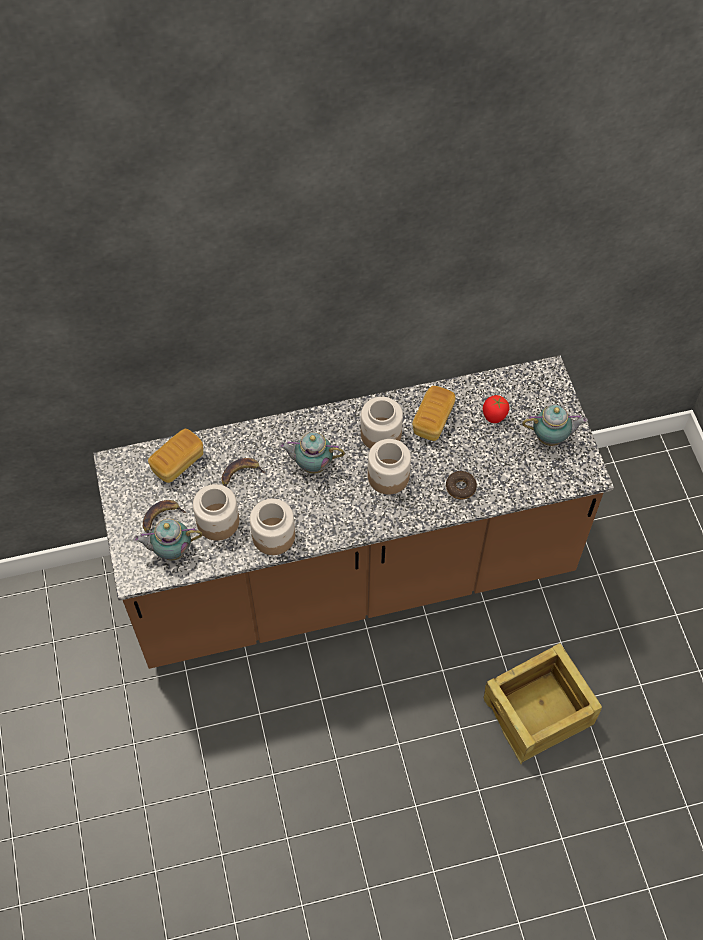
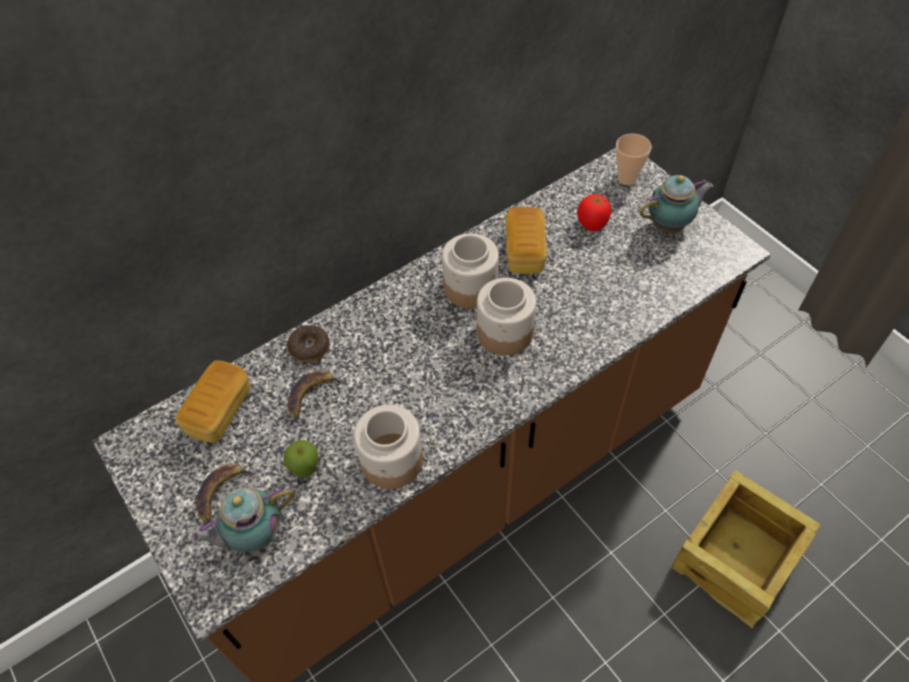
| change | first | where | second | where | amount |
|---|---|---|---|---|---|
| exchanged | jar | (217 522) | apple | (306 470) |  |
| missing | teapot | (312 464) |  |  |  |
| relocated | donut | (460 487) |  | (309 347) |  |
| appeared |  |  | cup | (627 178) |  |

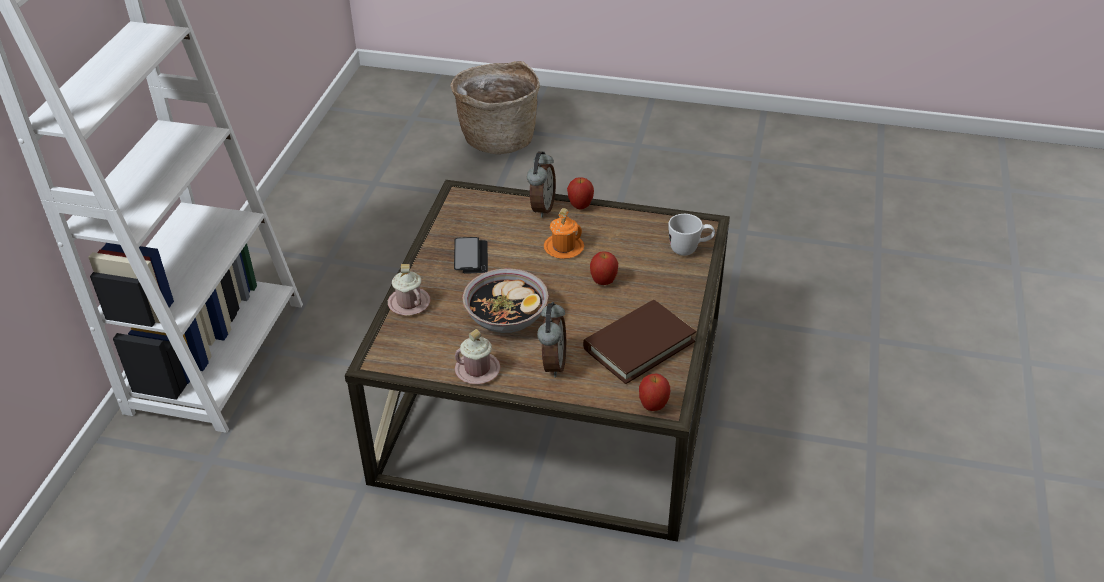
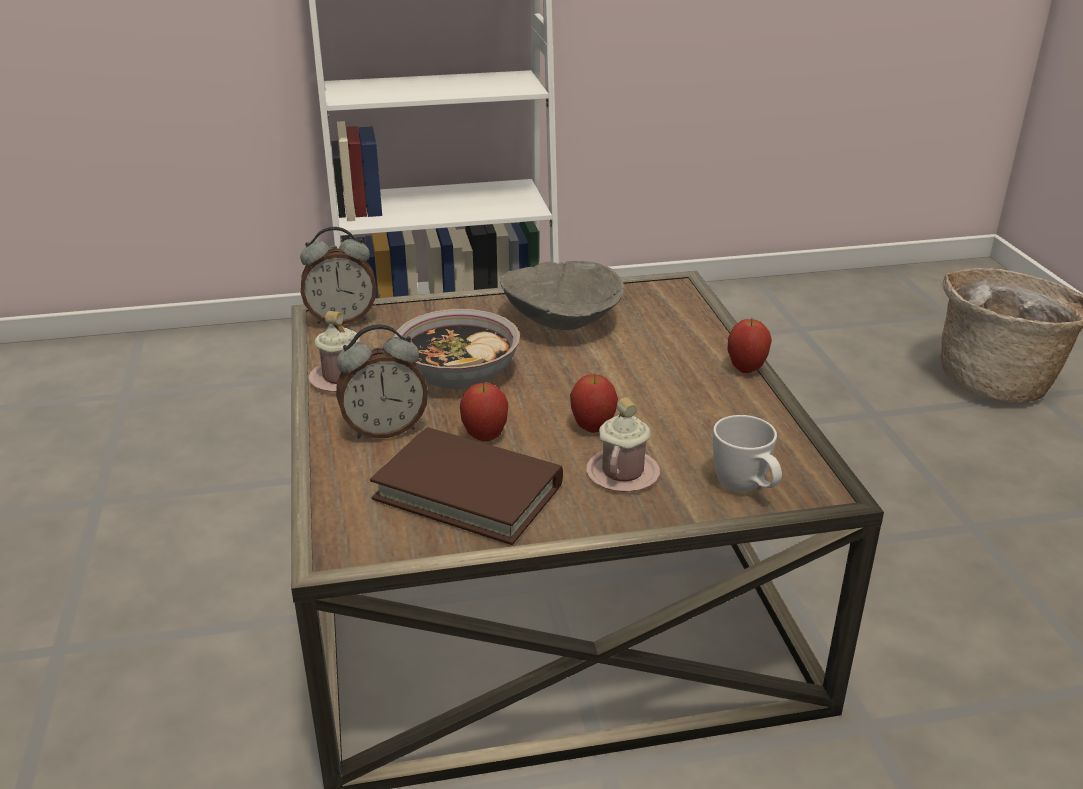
| change | first | where | second | where | amount |
|---|---|---|---|---|---|
| relocated | pink mug | (409 303) |  | (622 473) |  |
| exchanged | phone | (471 257) | grey bowl | (560 322) |  |
| relocated | alarm clock | (541 208) |  | (342 319) |  |
| missing | orange mug | (563 247) |  |  |  |
| relocated | apple | (653 406) |  | (485 437) |  |

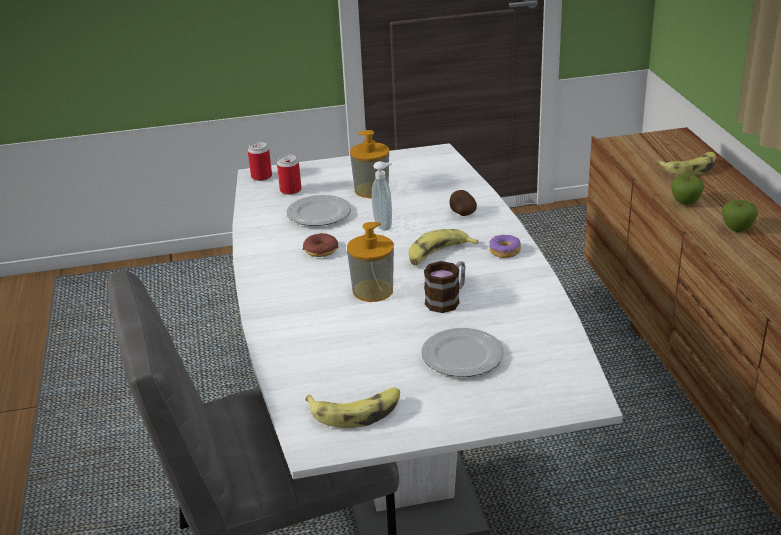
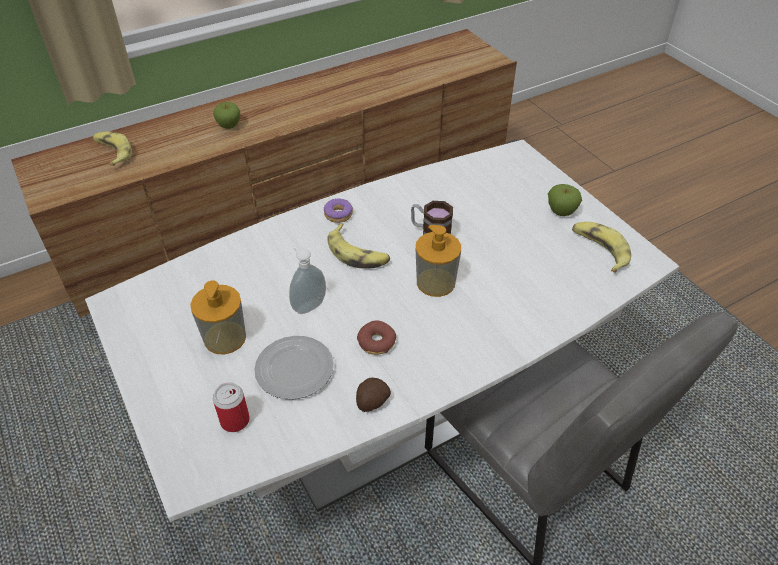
| change | first | where | second | where | amount |
|---|---|---|---|---|---|
| missing | can | (261 177) |  |  |  |
| missing | plate | (463 356) |  |  |  |
| relocated | potato | (461 213) |  | (371 402) |  |
| relocated | apple | (685 202) |  | (561 212) |  |

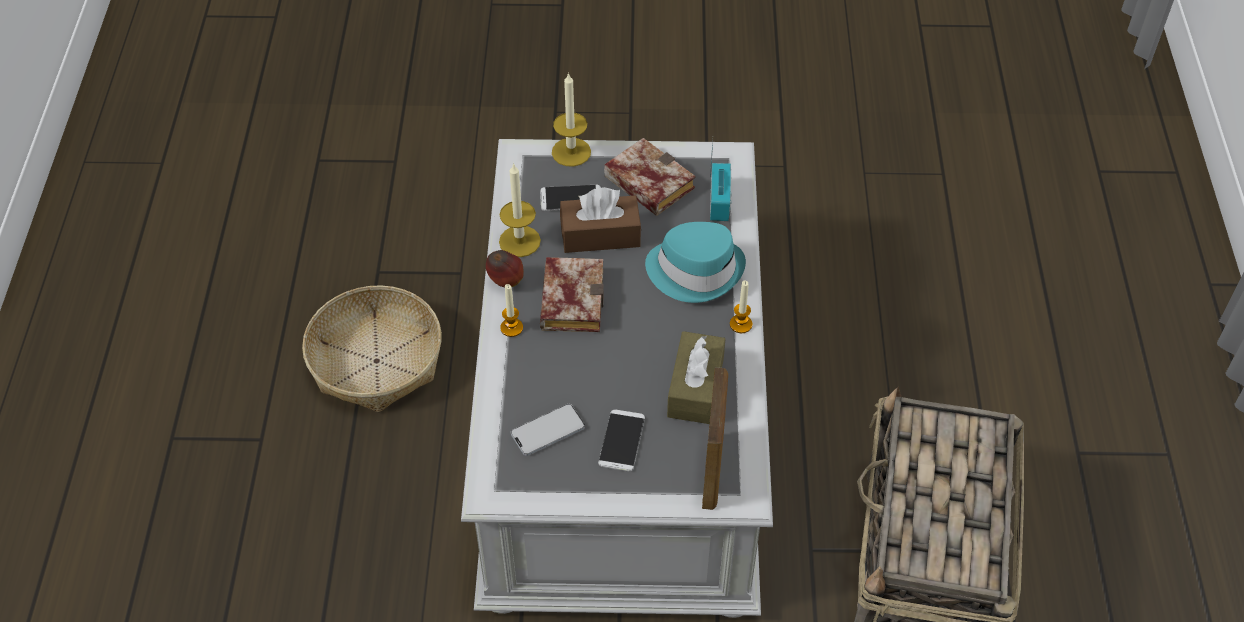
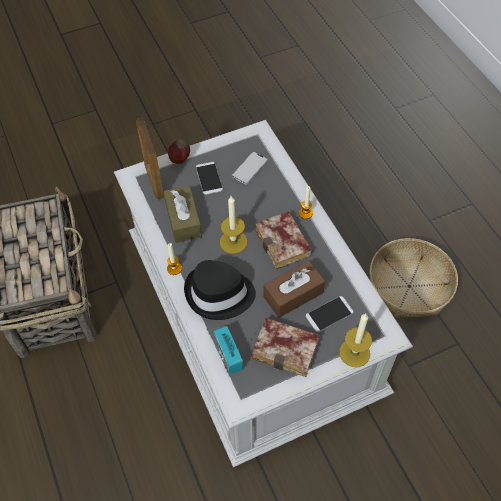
| change | first | where | second | where | amount |
|---|---|---|---|---|---|
| relocated | apple | (506 282) |  | (180 160) |  |
| relocated | candle | (519 241) |  | (233 242) |  |
| colour | turquoise hat | (695 270) | black hat | (219 294) |  |

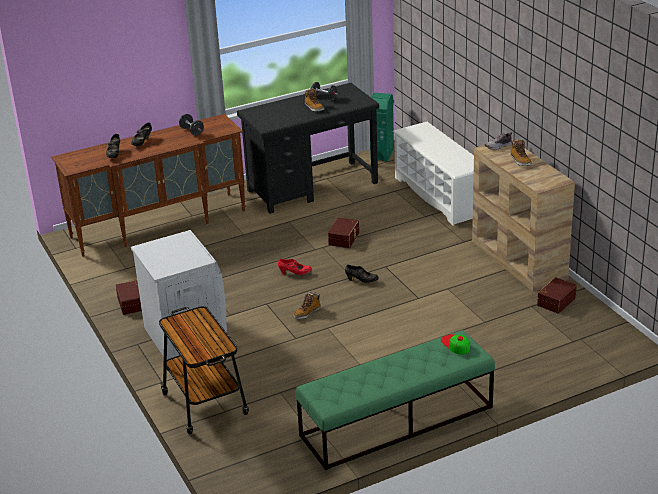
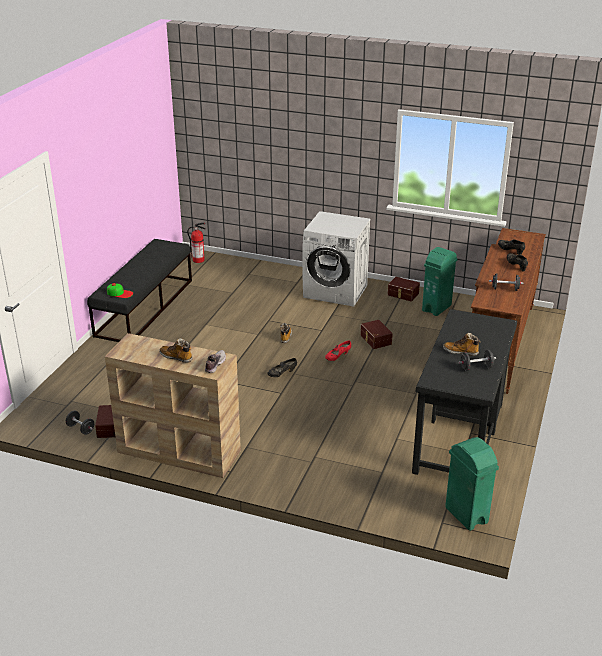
| change | first | where | second | where | amount |
|---|---|---|---|---|---|
| missing | cart | (205 405) |  |  |  |
| colour | green bench | (396 421) | black bench | (145 307) |  |
| relocated | brown storage box | (344 239) |  | (375 340) |  |
| missing | white shoe rack | (439 196) |  |  |  |
| appeared |  |  | black dumbbell | (81 429) |  |
| appeared |  |  | fire extinguisher | (199 260) |  |
| appeared |  |  | green trash can | (437 308) |  |

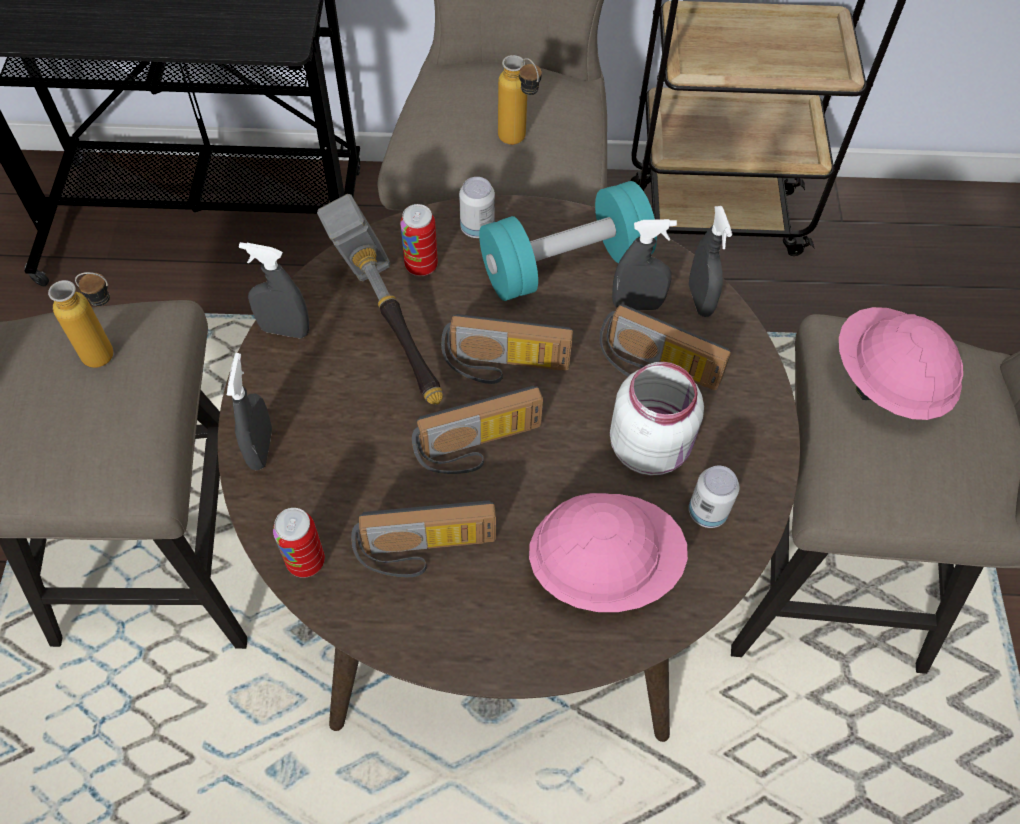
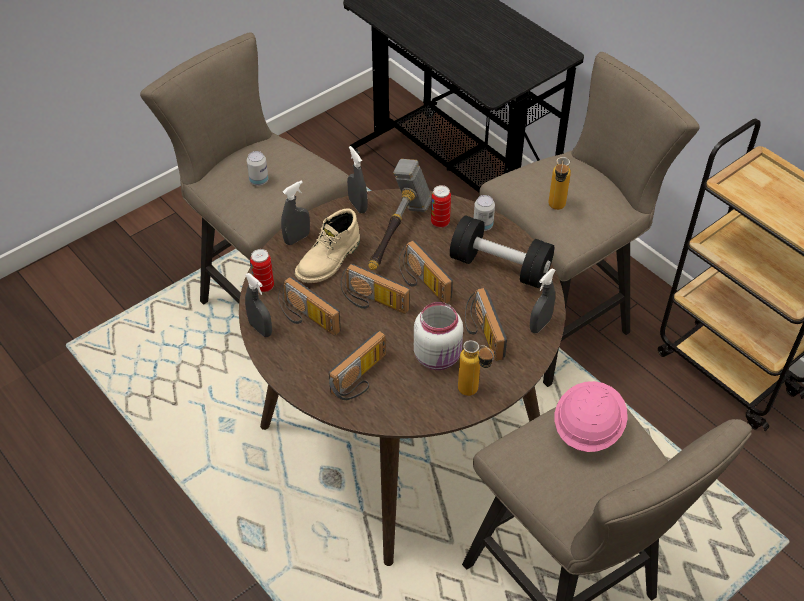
| change | first | where | second | where | amount |
|---|---|---|---|---|---|
| relocated | bottle | (112 355) |  | (474 393) |  |
| colour | turquoise dumbbell | (565 265) | black dumbbell | (500 267) |  |
| exchanged | pink hard hat | (604 566) | radio | (361 379) |  |
| relocated | grey spray bottle | (637 305) |  | (260 329) |  |
| relocated | can | (707 512) |  | (259 181) |  |
| appeared |  |  | beige boot | (329 261) |  |

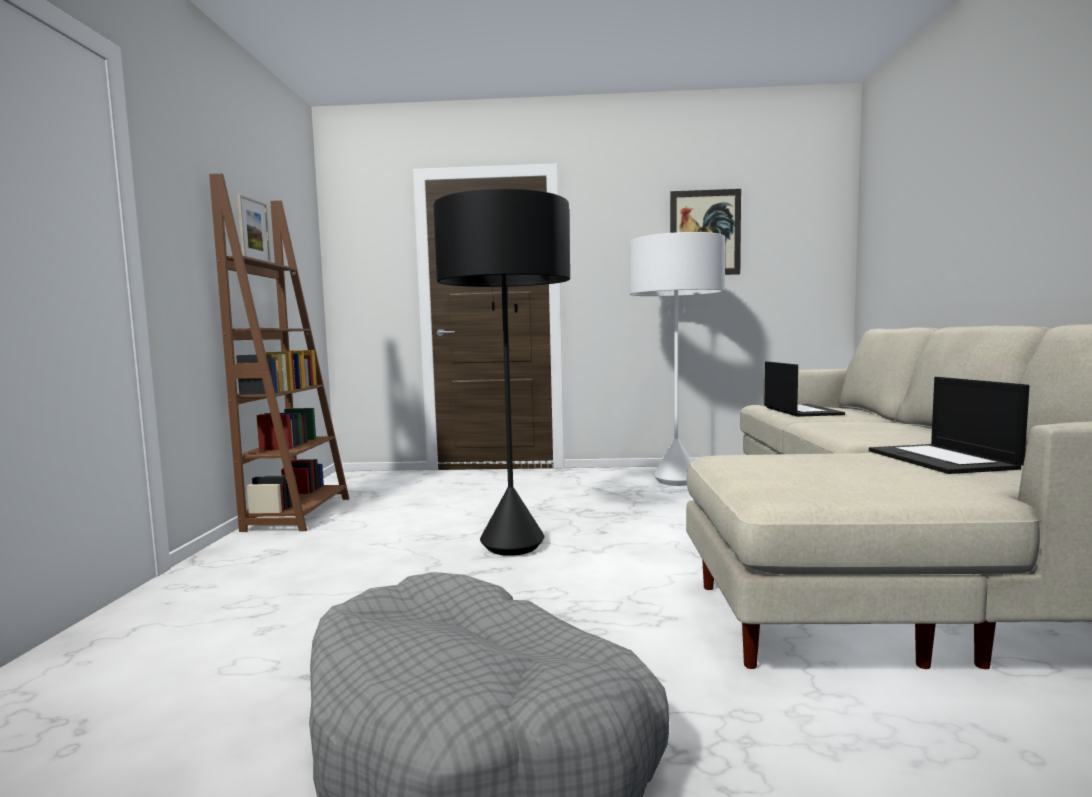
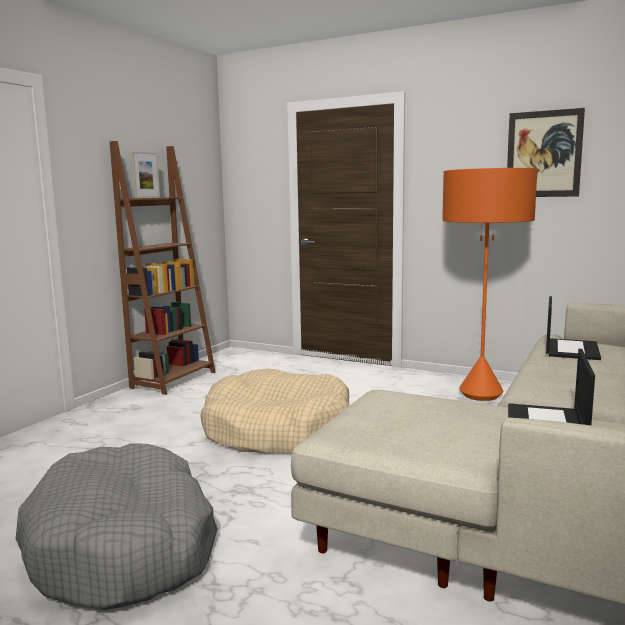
| change | first | where | second | where | amount |
|---|---|---|---|---|---|
| exchanged | black floor lamp | (512 546) | beige dog bed | (278 431) |  |
| colour | white floor lamp | (676 481) | orange floor lamp | (480 395) |  |

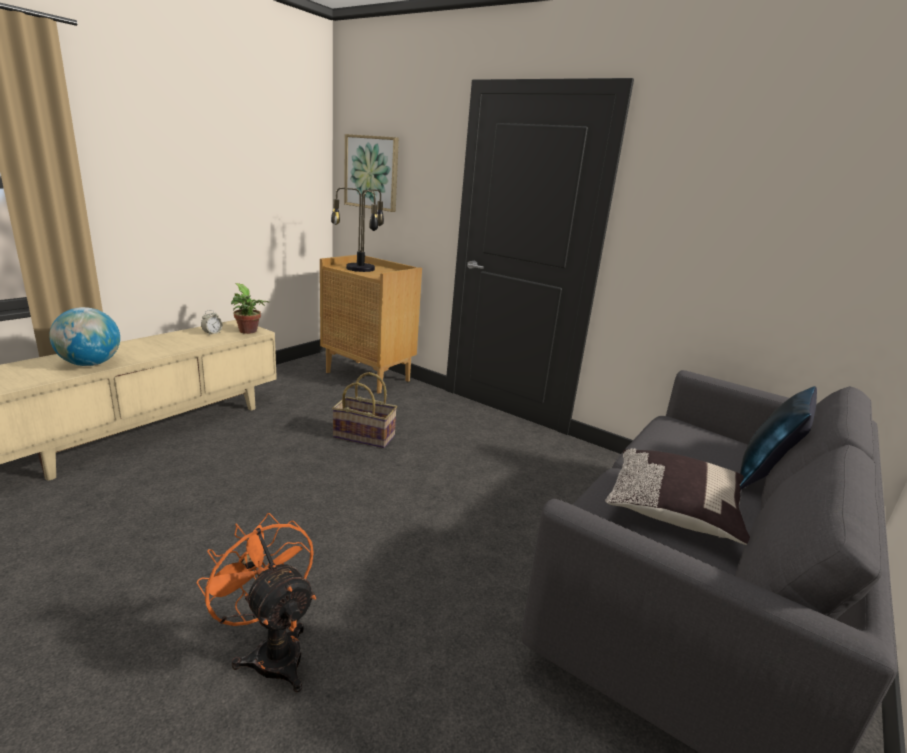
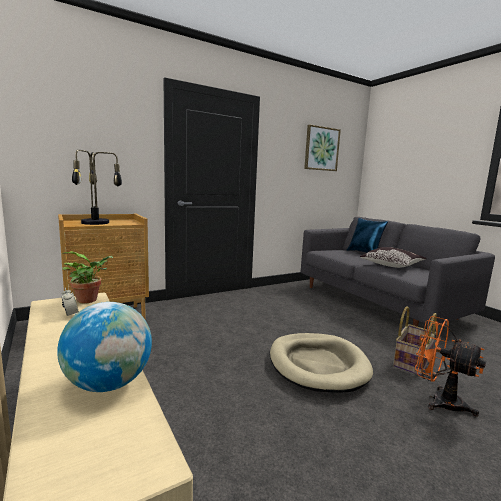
| change | first | where | second | where | amount |
|---|---|---|---|---|---|
| spun | orange fan | (271 651) |  | (438 400) | 60 degrees clockwise |
| relocated | basket | (365 436) |  | (411 361) |  |
| relocated | picture | (371 172) |  | (321 149) |  |
| appeared |  |  | beige dog bed | (318 364) |  |

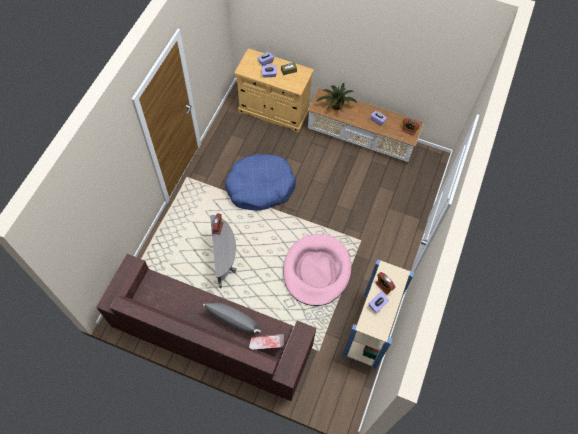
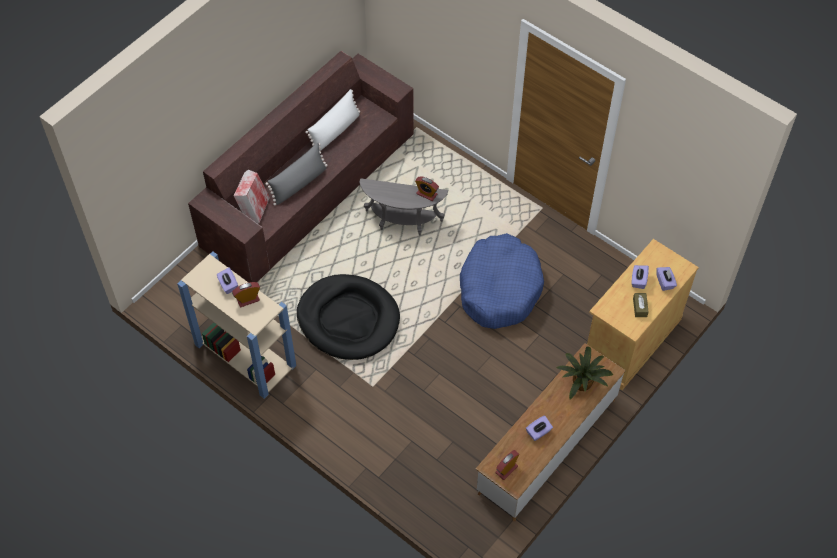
| change | first | where | second | where | amount |
|---|---|---|---|---|---|
| colour | pink dog bed | (316 271) | black dog bed | (348 319) |  |
| appeared |  |  | white pillow | (335 131) |  |

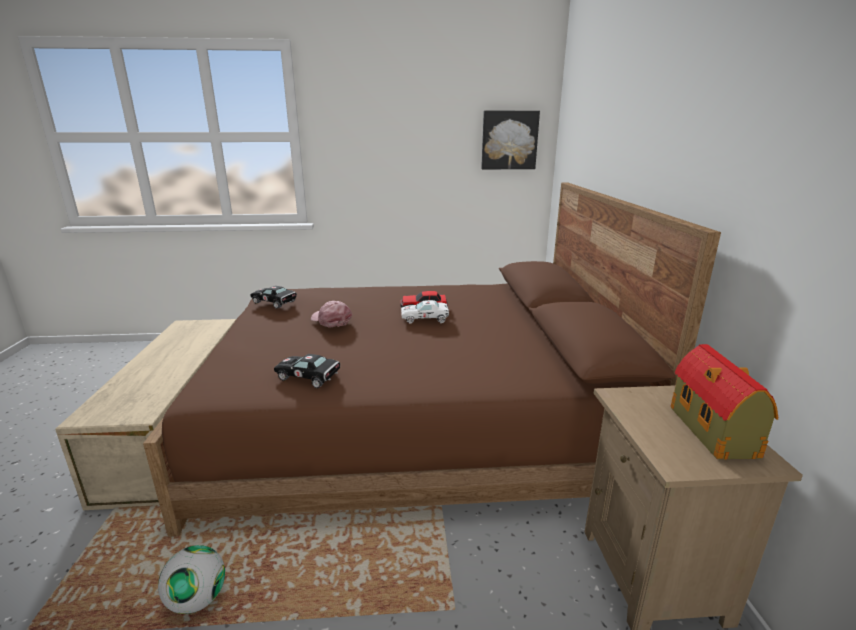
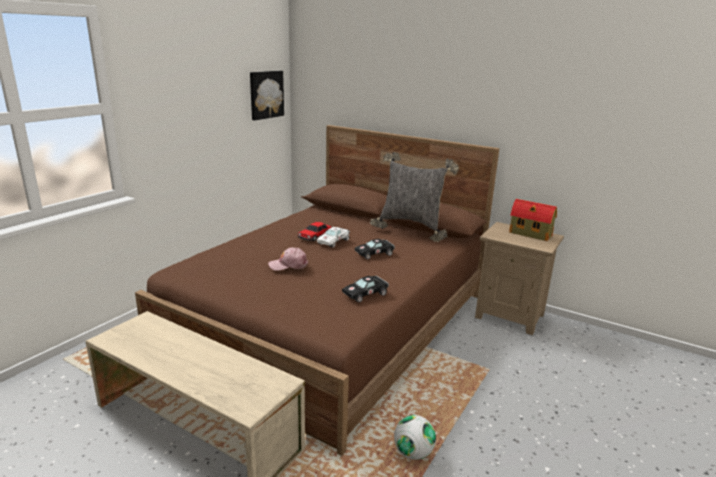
| change | first | where | second | where | amount |
|---|---|---|---|---|---|
| relocated | black toy car | (275 302) |  | (375 253) |  |
| appeared |  |  | pillow | (411 232) |  |

